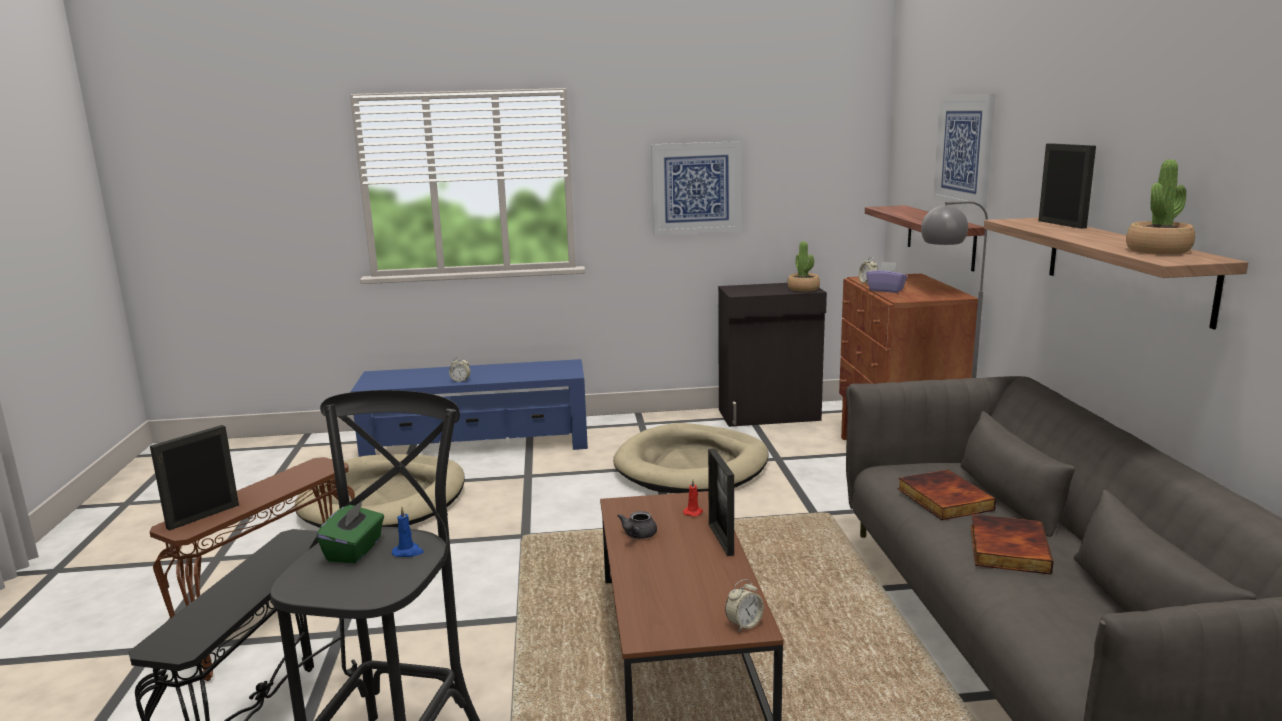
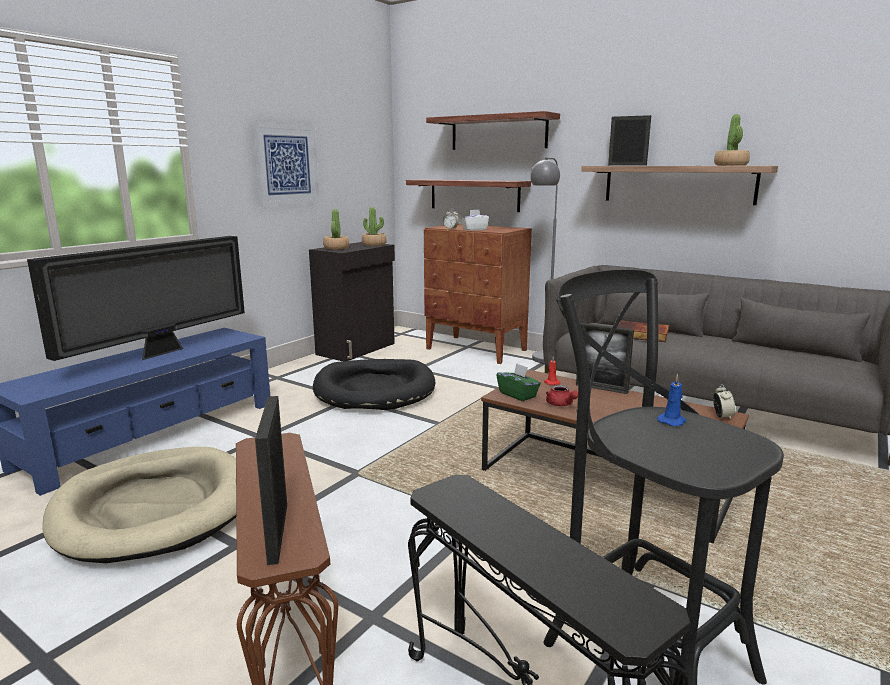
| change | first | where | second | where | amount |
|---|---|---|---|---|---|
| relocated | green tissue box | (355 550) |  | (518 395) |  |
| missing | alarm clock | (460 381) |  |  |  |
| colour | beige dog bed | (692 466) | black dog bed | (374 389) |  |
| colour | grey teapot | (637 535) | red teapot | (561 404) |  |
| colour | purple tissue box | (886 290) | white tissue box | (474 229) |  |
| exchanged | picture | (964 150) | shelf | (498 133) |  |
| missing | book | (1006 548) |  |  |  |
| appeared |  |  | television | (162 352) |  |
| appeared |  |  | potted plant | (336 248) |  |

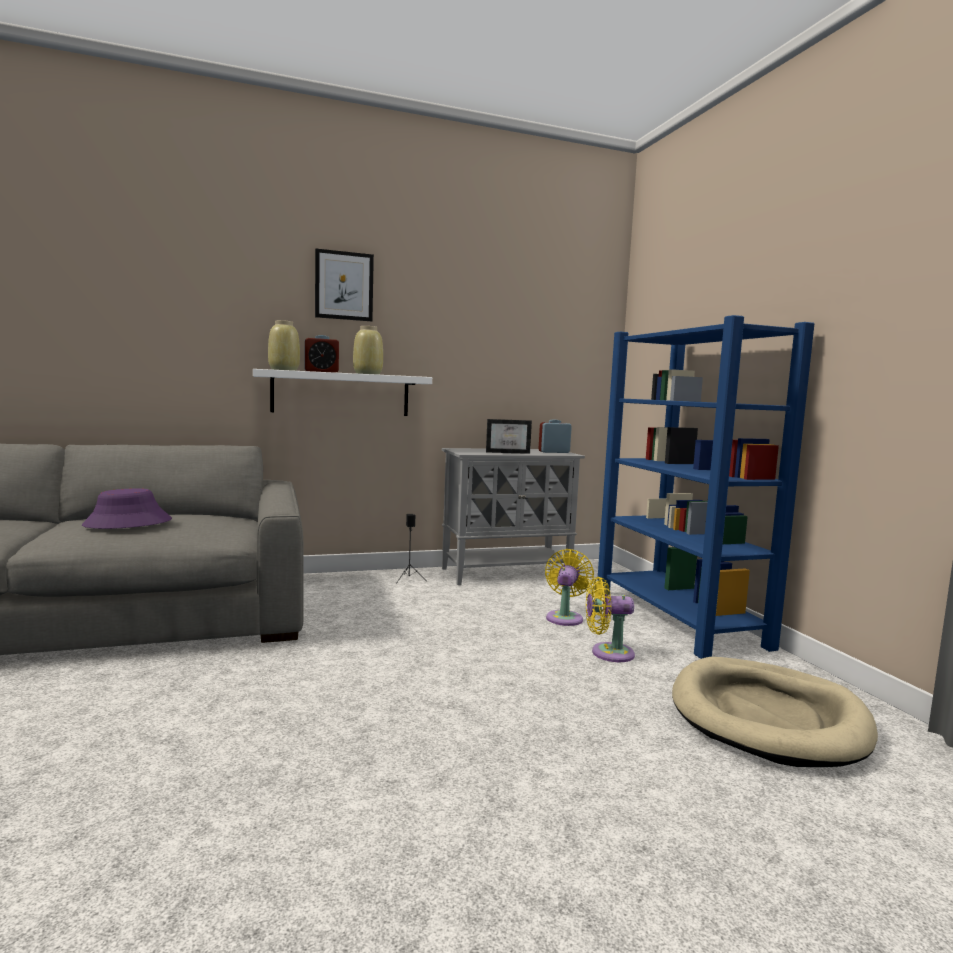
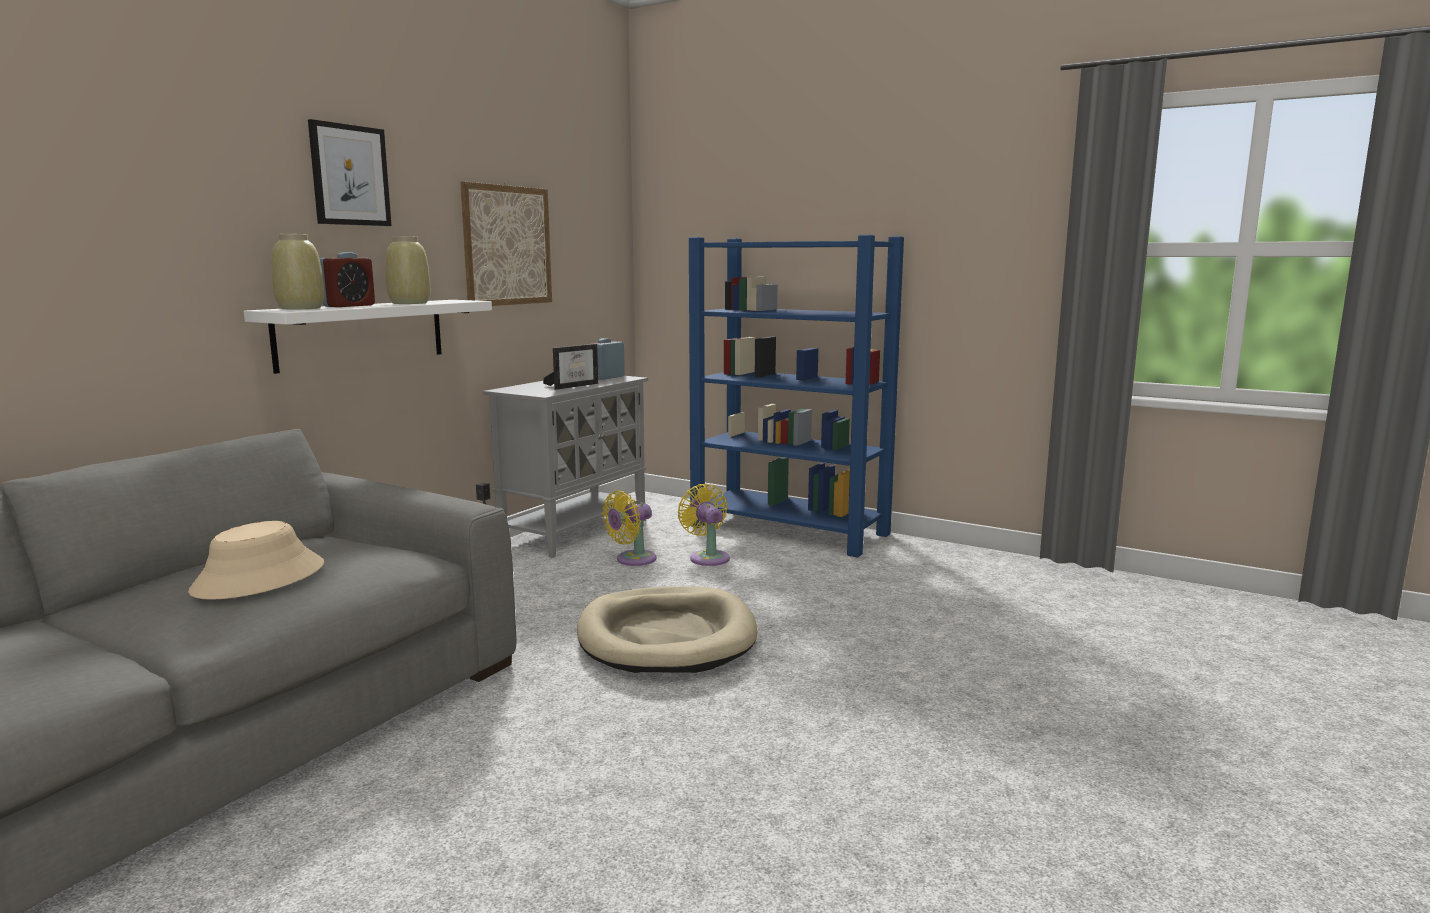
| change | first | where | second | where | amount |
|---|---|---|---|---|---|
| colour | purple hat | (127 523) | beige hat | (259 578) |  |
| relocated | yellow fan | (607 653) |  | (632 560) |  |
| relocated | beige dog bed | (767 717) |  | (667 637) |  |
| appeared |  |  | picture | (507 244) |  |

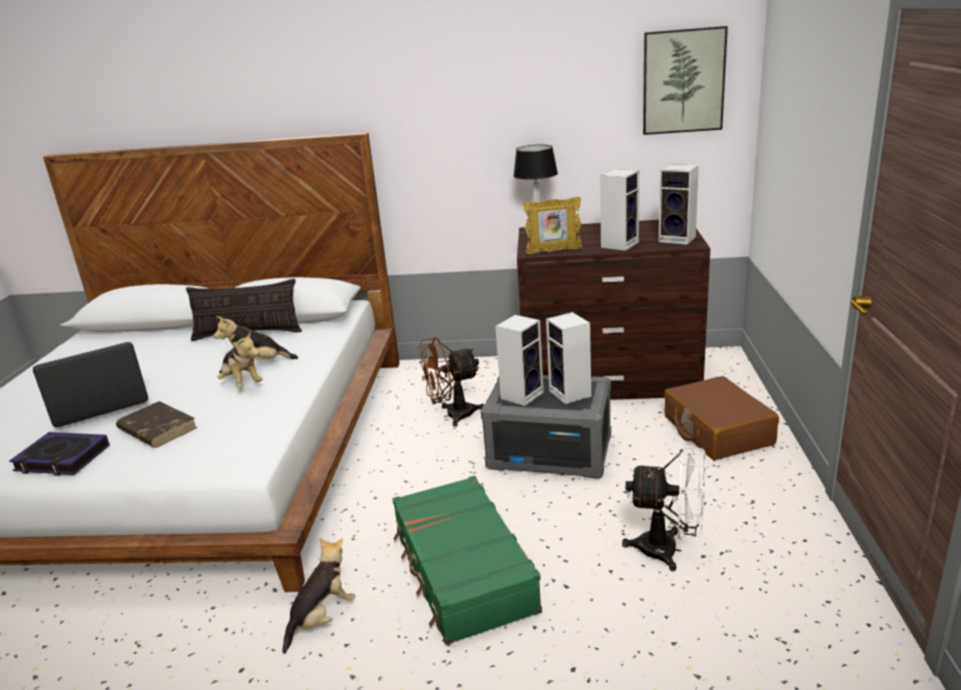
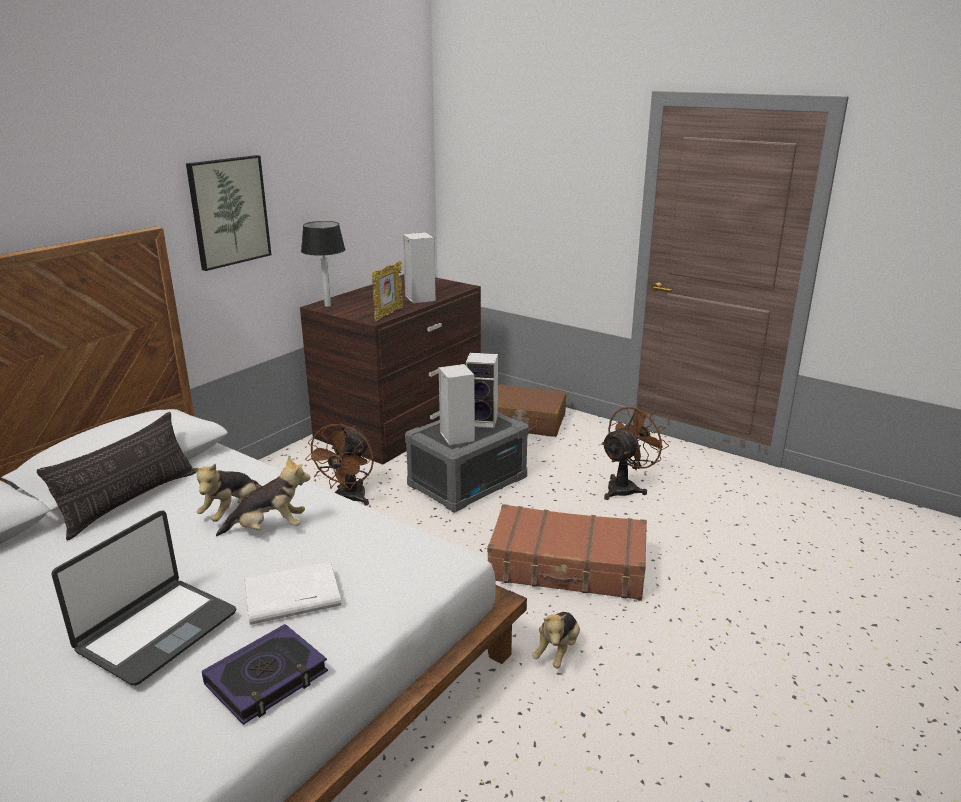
| change | first | where | second | where | amount |
|---|---|---|---|---|---|
| spun | laptop | (99 404) |  | (156 631) | 150 degrees counterclockwise |
| colour | brown book | (157 428) | white book | (292 599) |  |
| spun | plush toy | (322 618) |  | (557 651) | 135 degrees counterclockwise |
| colour | green suitcase | (462 571) | brown suitcase | (567 567) |  |
| colour | white fan | (669 550) | brown fan | (626 487) |  |
| relocated | picture | (683 81) |  | (229 211) |  |
| missing | speaker | (678 239) |  |  |  |

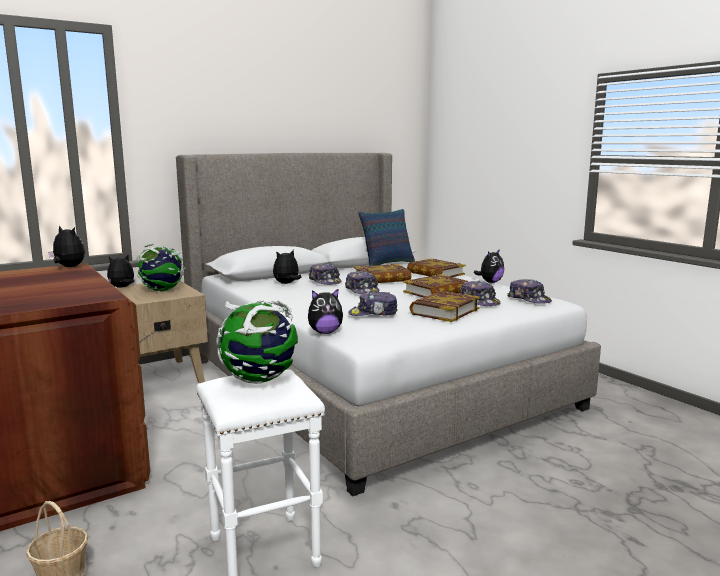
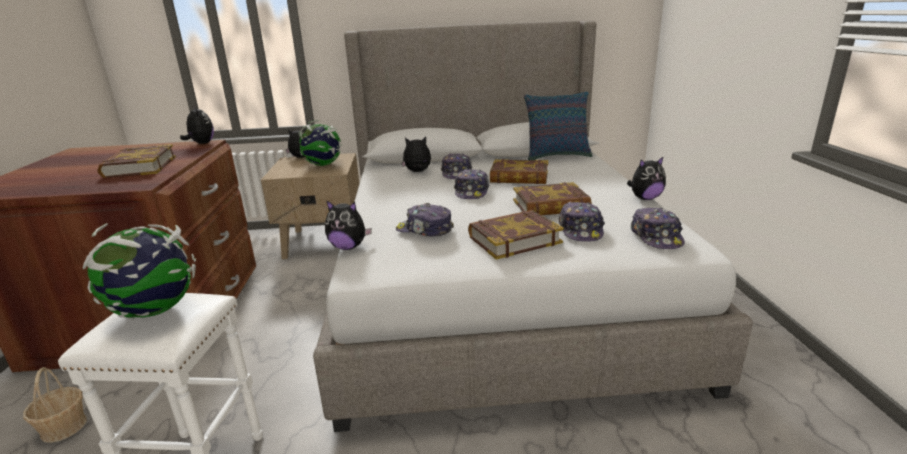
| change | first | where | second | where | amount |
|---|---|---|---|---|---|
| relocated | book | (435 273) |  | (139 167) |  |

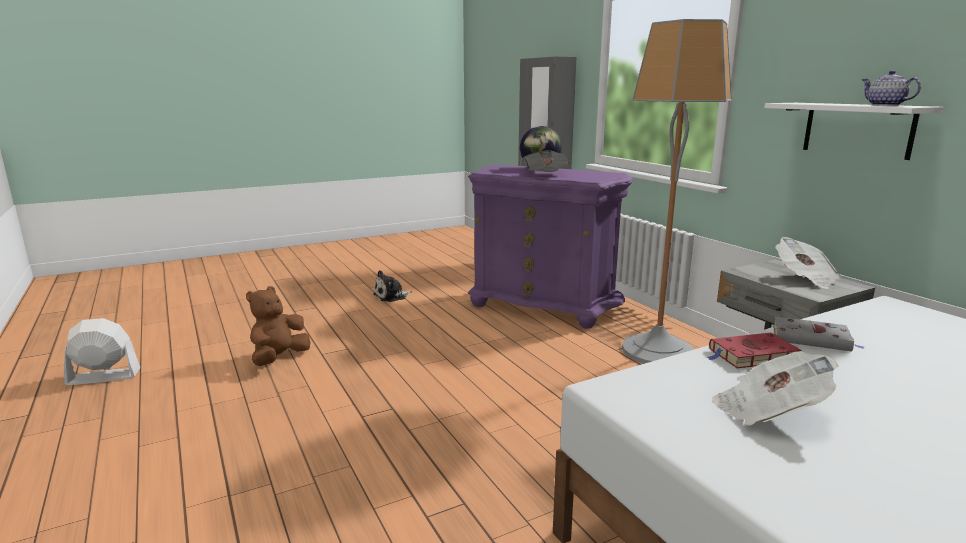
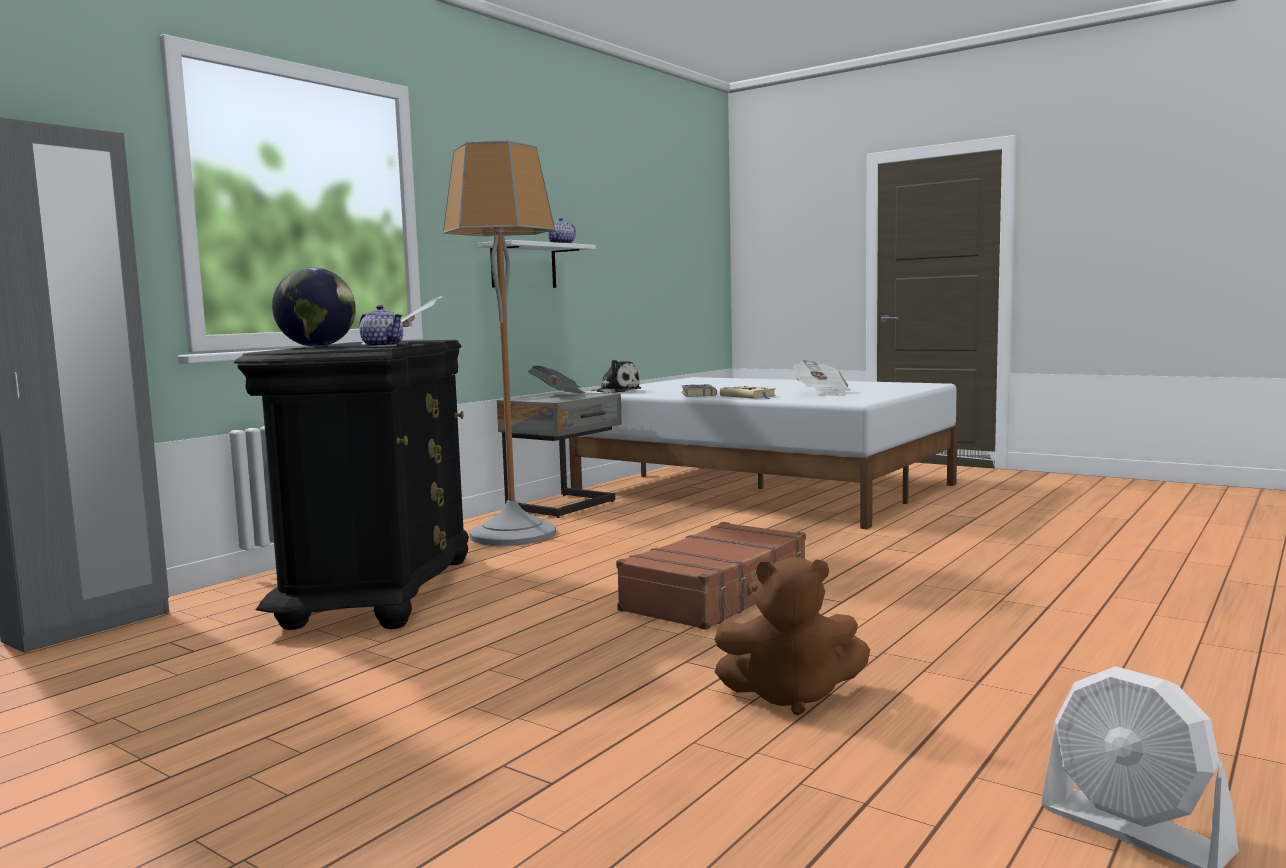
| change | first | where | second | where | amount |
|---|---|---|---|---|---|
| relocated | plush toy | (392 296) |  | (616 391) |  |
| colour | purple dresser | (542 306) | black dresser | (379 591) |  |
| colour | red book | (751 355) | beige book | (749 396) |  |
| appeared |  |  | teapot | (382 346) |  |
| appeared |  |  | brown suitcase | (718 595) |  |

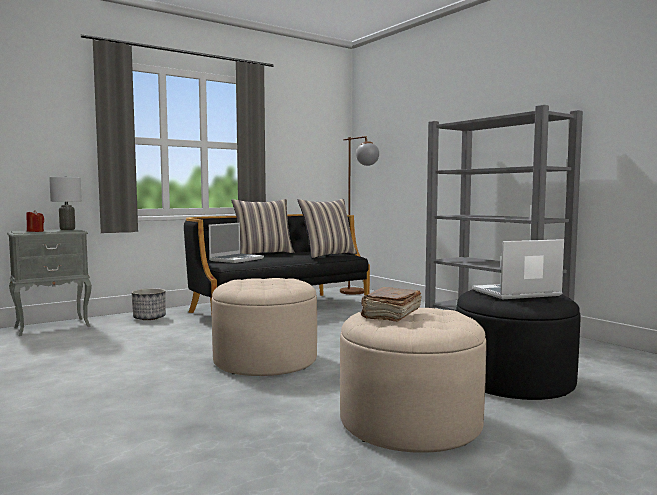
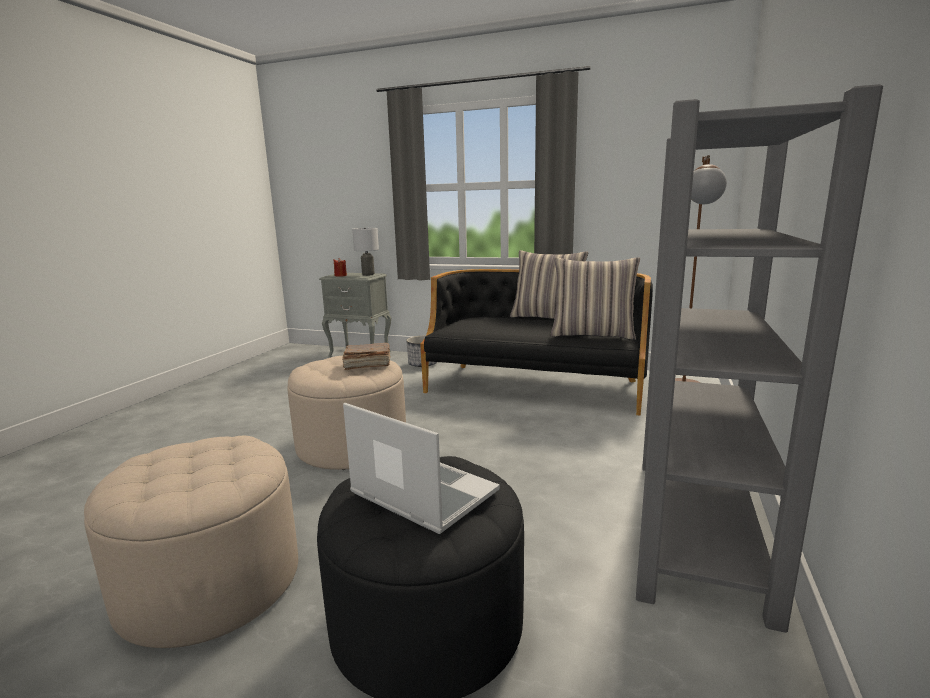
| change | first | where | second | where | amount |
|---|---|---|---|---|---|
| missing | laptop | (236 259) |  |  |  |
| relocated | brown book | (390 315) |  | (367 365) |  |

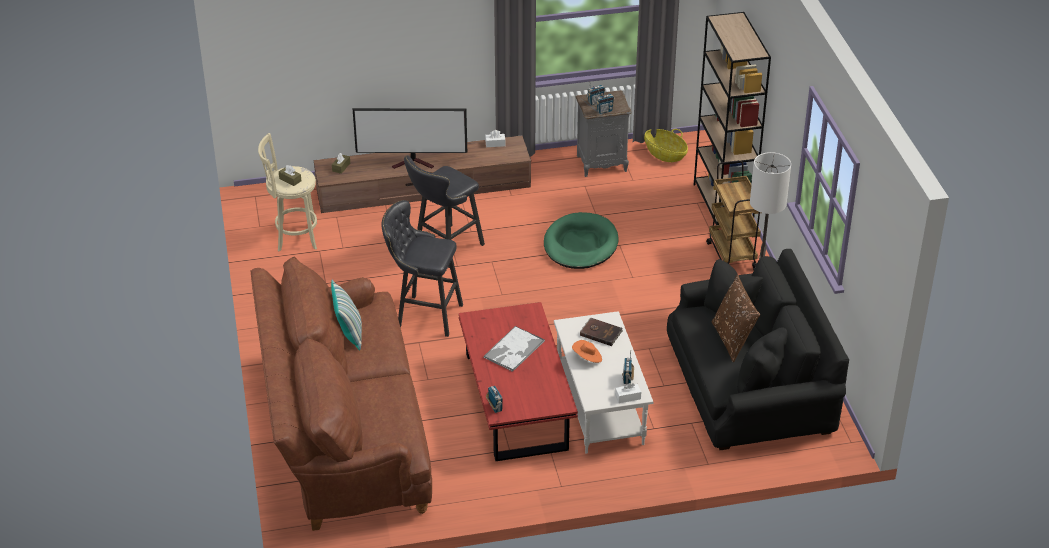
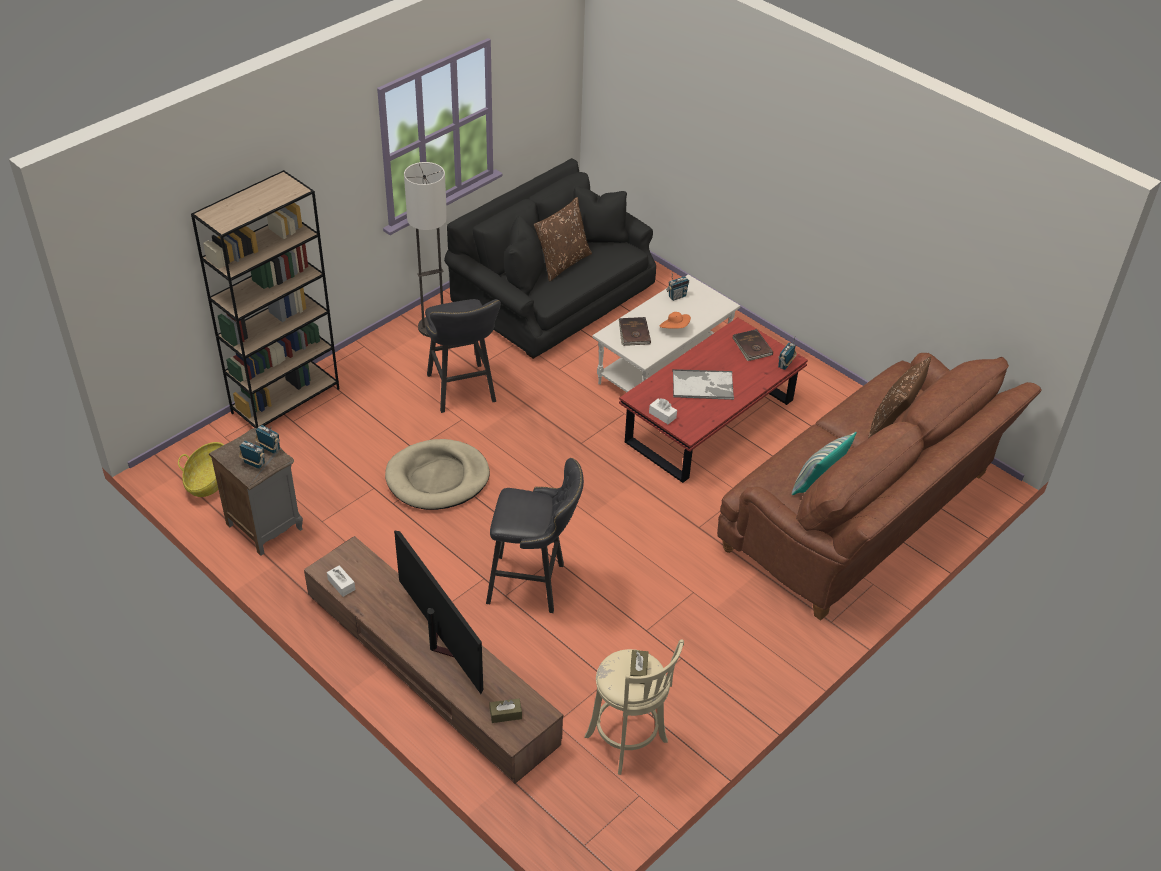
| change | first | where | second | where | amount |
|---|---|---|---|---|---|
| relocated | black stool | (422 314) |  | (463 394) |  |
| colour | green dog bed | (580 245) | beige dog bed | (437 478) |  |
| relocated | white tissue box | (628 397) |  | (662 415) |  |
| missing | brown cart | (732 257) |  |  |  |
| appeared |  |  | brown book | (752 347) |  |
| appeared |  |  | brown pillow | (893 422) |  |

